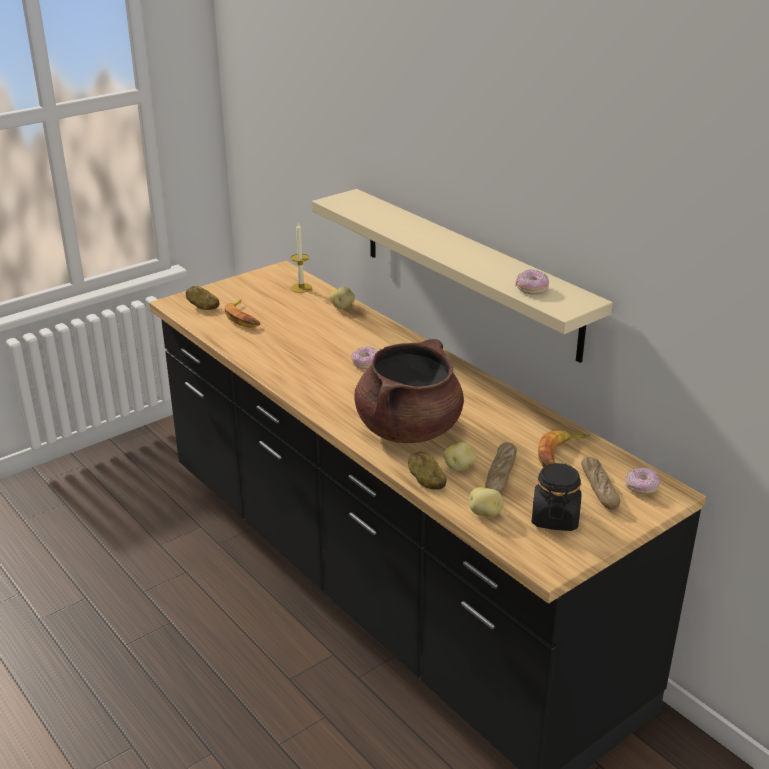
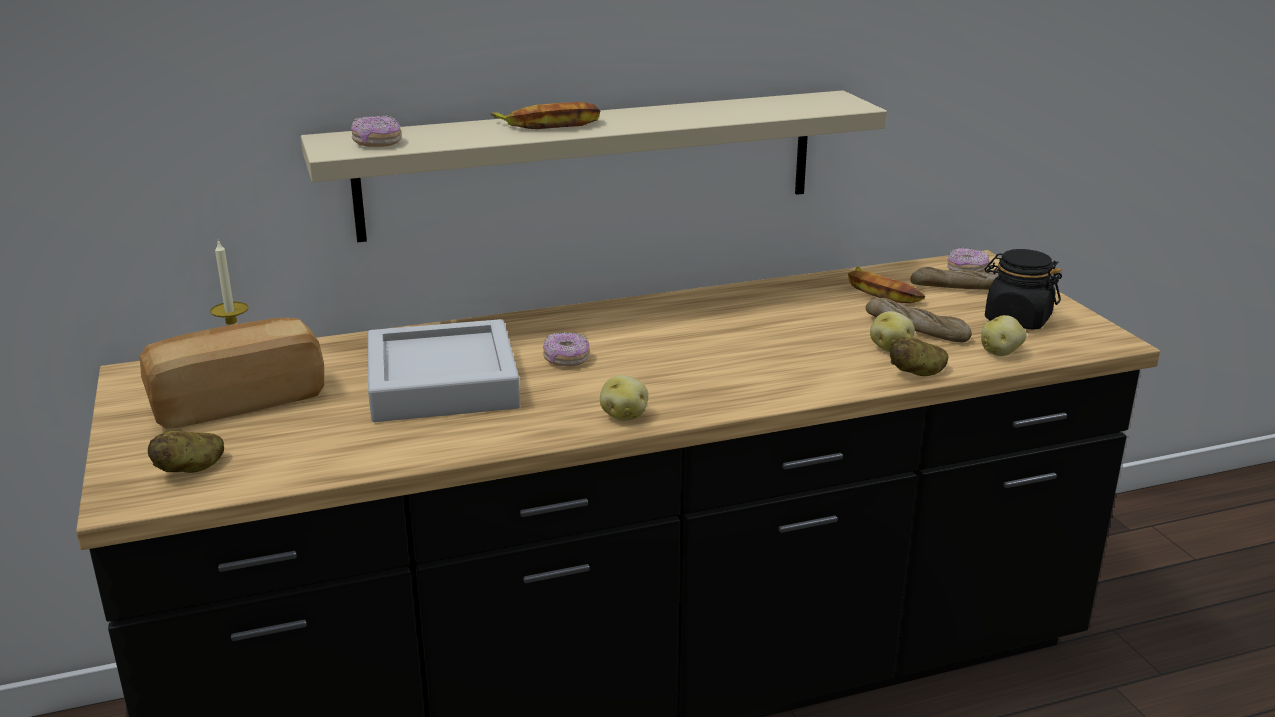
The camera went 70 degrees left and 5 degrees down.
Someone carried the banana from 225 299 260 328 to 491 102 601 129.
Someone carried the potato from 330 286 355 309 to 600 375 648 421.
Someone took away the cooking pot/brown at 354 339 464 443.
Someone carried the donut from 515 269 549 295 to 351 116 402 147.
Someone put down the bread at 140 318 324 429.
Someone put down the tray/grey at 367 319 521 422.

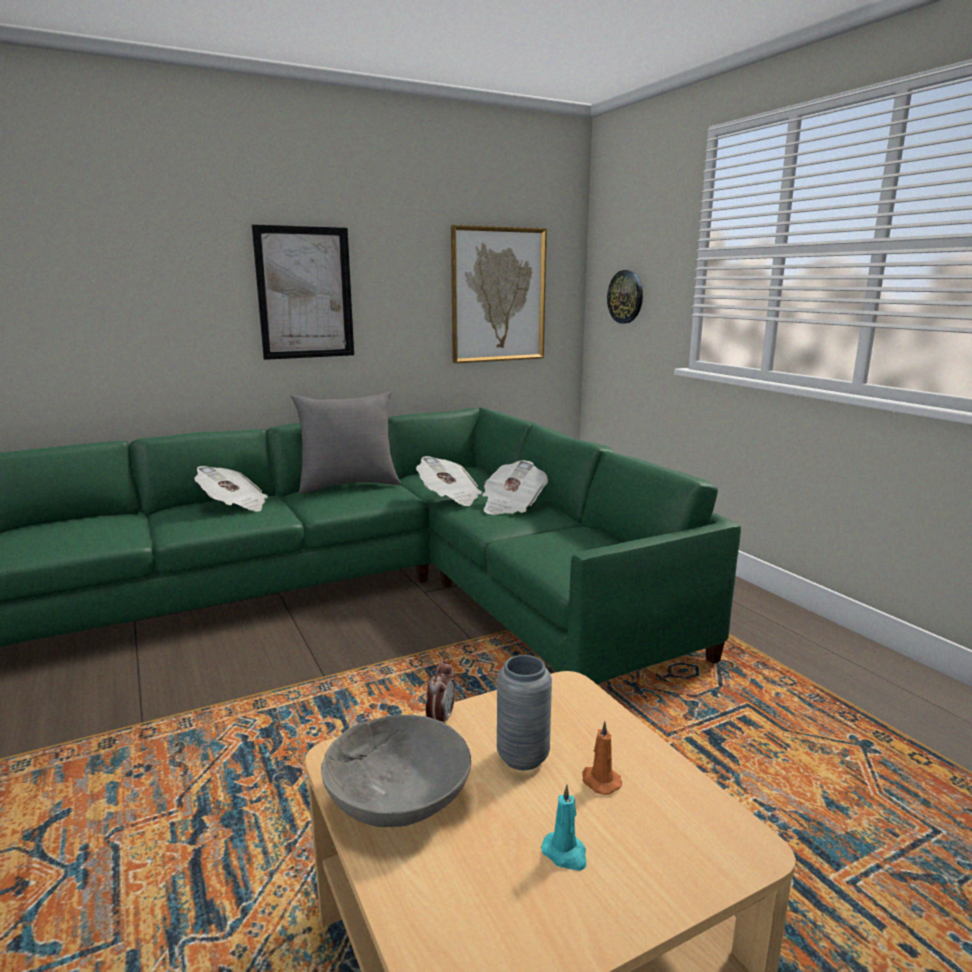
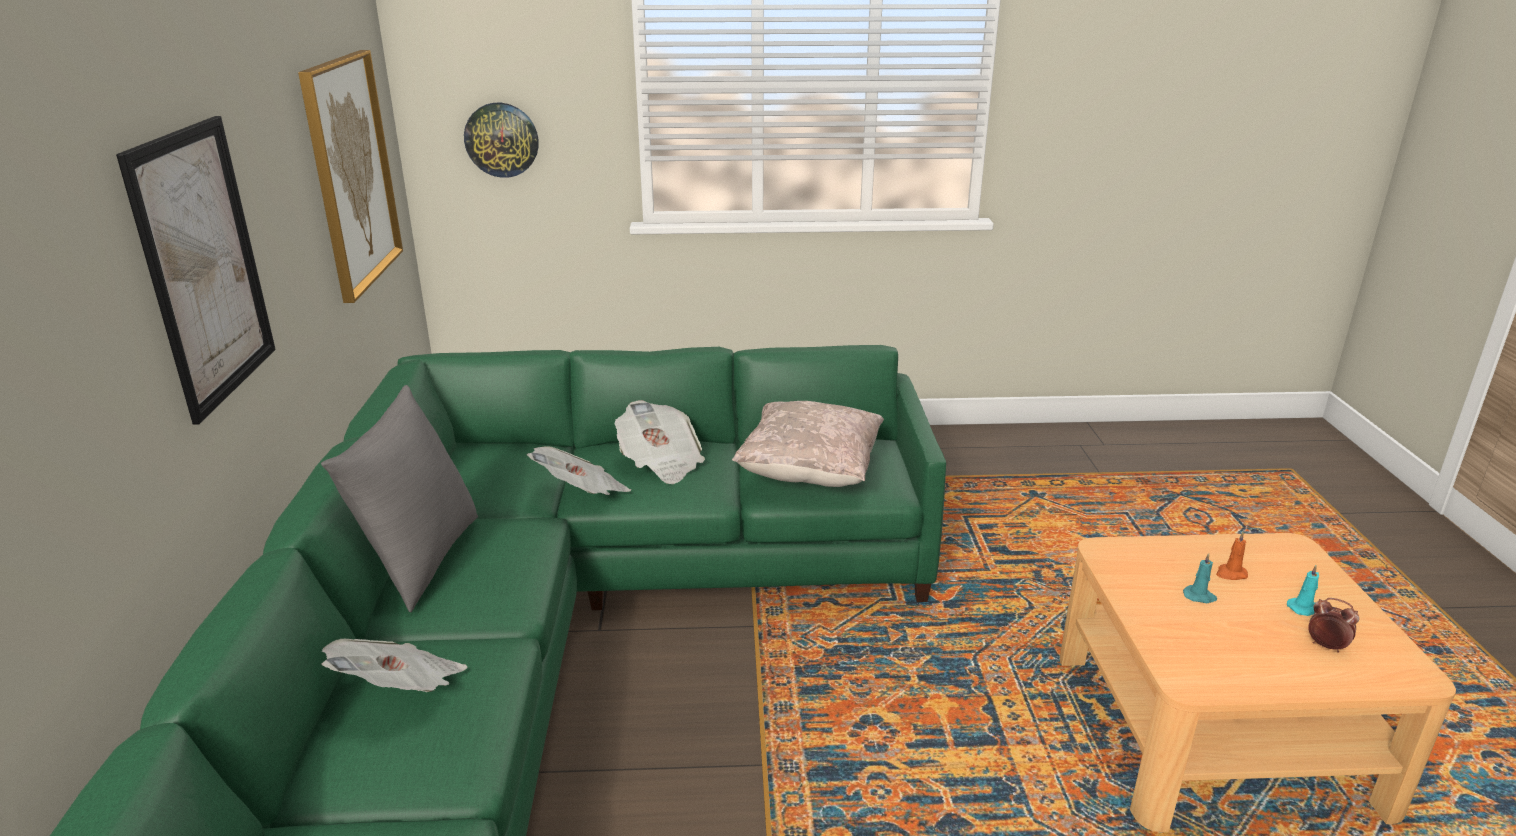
The camera went 65 degrees left and 10 degrees up.
Someone took away the bowl/grey at 321 714 471 827.
Someone carried the alarm clock from 425 660 456 723 to 1308 598 1359 653.
Someone swapped the vase/grey at 497 655 552 770 for the candle/turquoise at 1183 553 1217 603.
Someone put down the pillow/beige at 732 401 884 487.

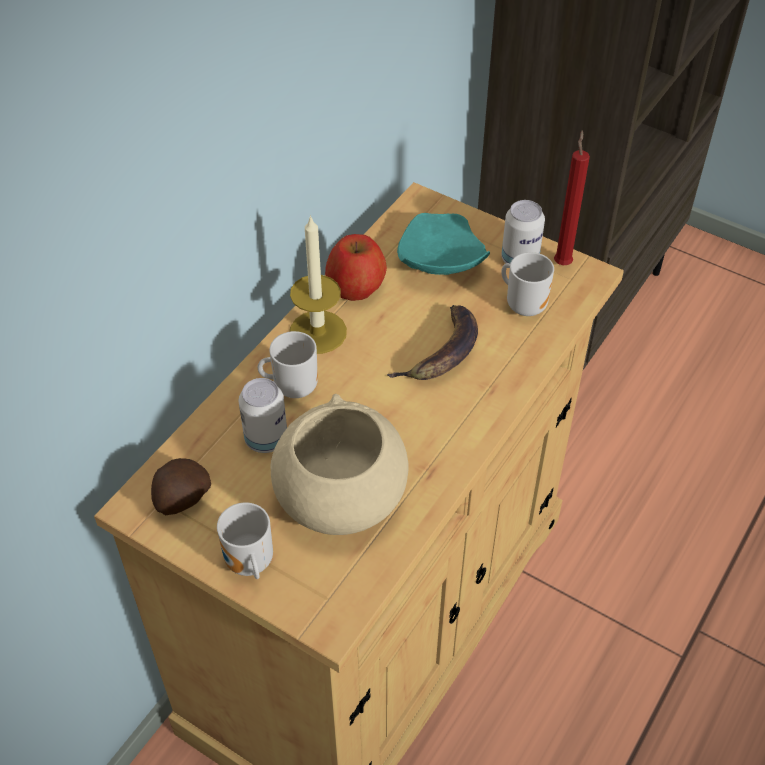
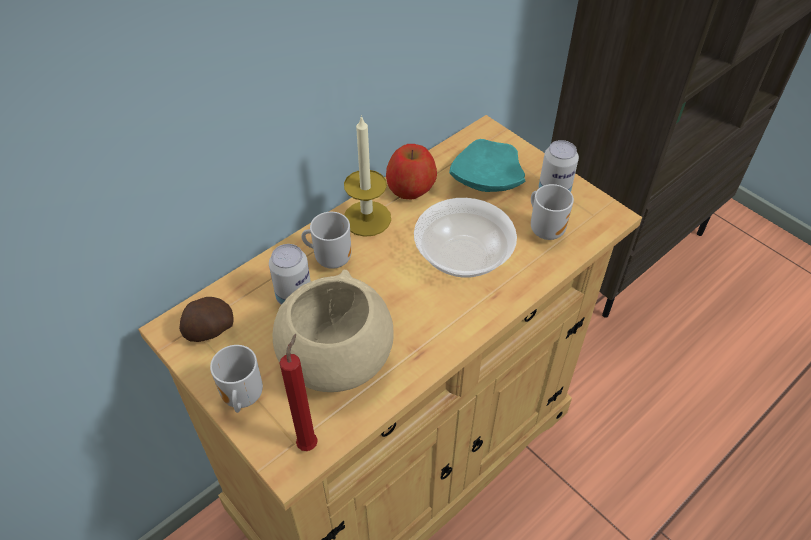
The camera went 15 degrees right and 0 degrees up.
Someone swapped the banana at 387 305 478 380 for the bowl at 414 198 517 278.
Someone carried the candle/red from 554 131 590 265 to 280 334 318 451.

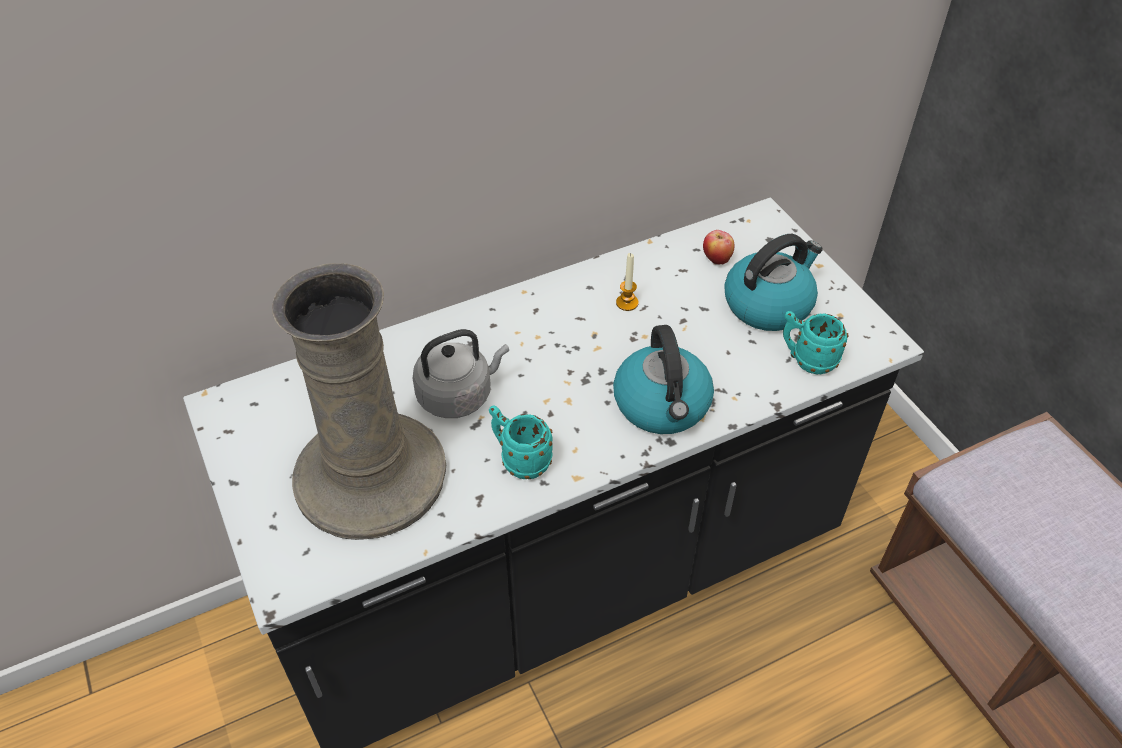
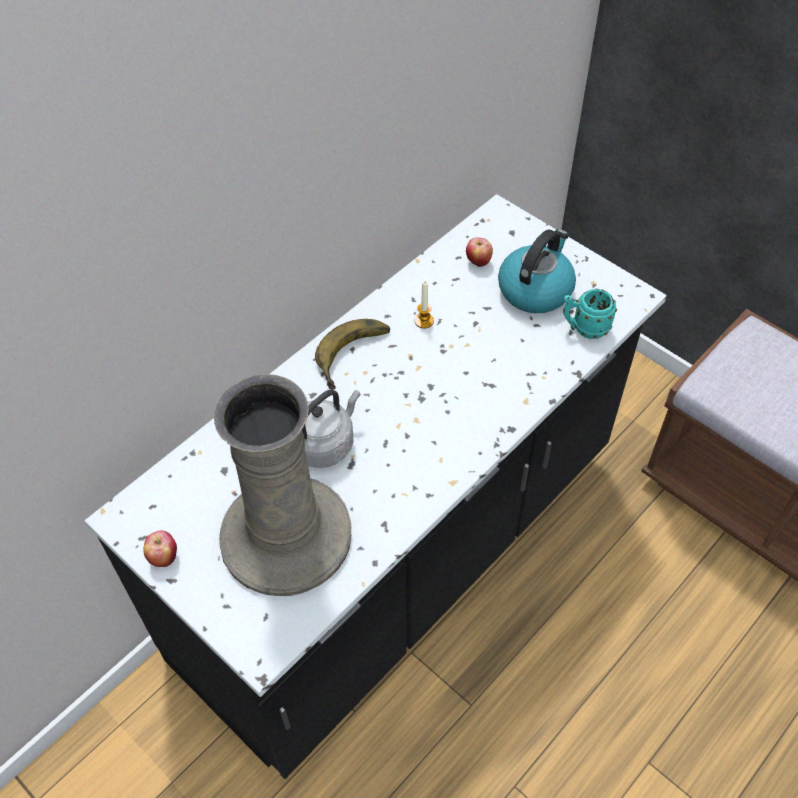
The camera went 20 degrees left and 5 degrees up.
Someone took away the mug/turquoise at 489 405 553 479.
Someone took away the kettle at 613 325 714 434.
Someone put down the apple at 143 531 177 567.
Someone put down the banana at 315 319 390 390.

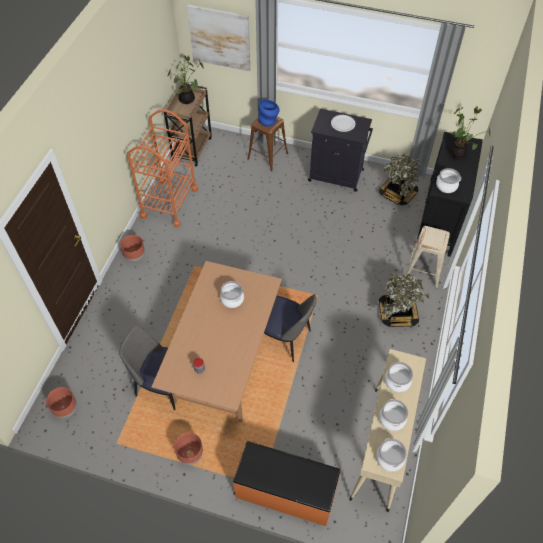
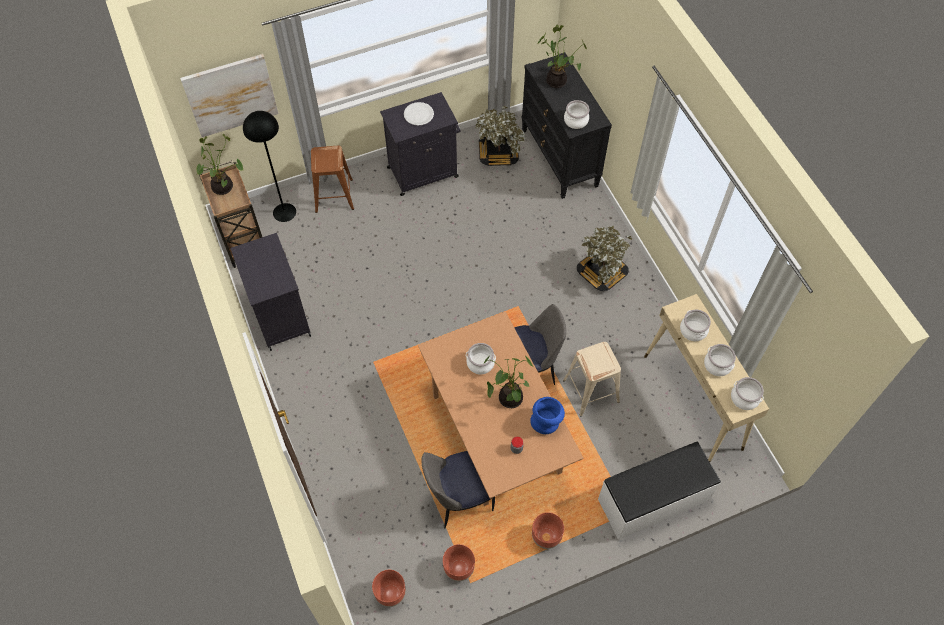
The camera went 40 degrees left and 5 degrees up.
Someone carried the planter/brown from 120 235 145 262 to 443 544 475 581.
Someone swapped the cart/orange at 127 109 198 228 for the cabinet/black at 230 233 311 351.
Someone repainted the bench/orange at 233 441 341 526, which became the bench/white at 598 442 721 540.
Someone carried the vase/blue from 258 99 279 127 to 530 397 565 434.
Someone carried the stool/beige from 406 226 450 288 to 563 342 621 416.
Someone put down the floor lamp/black at 243 111 296 222.
Someone put down the potted plant at 483 356 533 408.

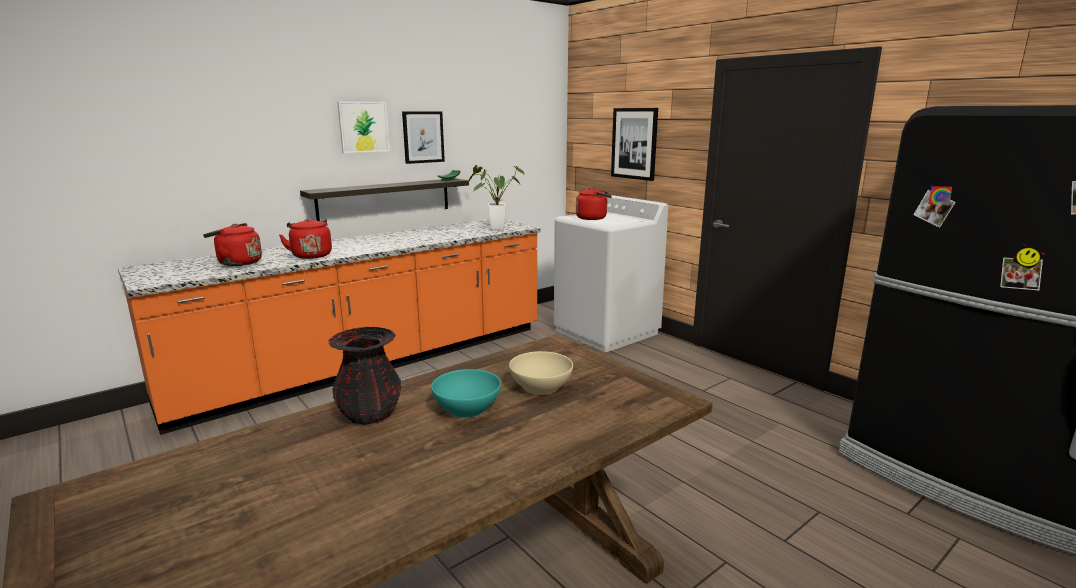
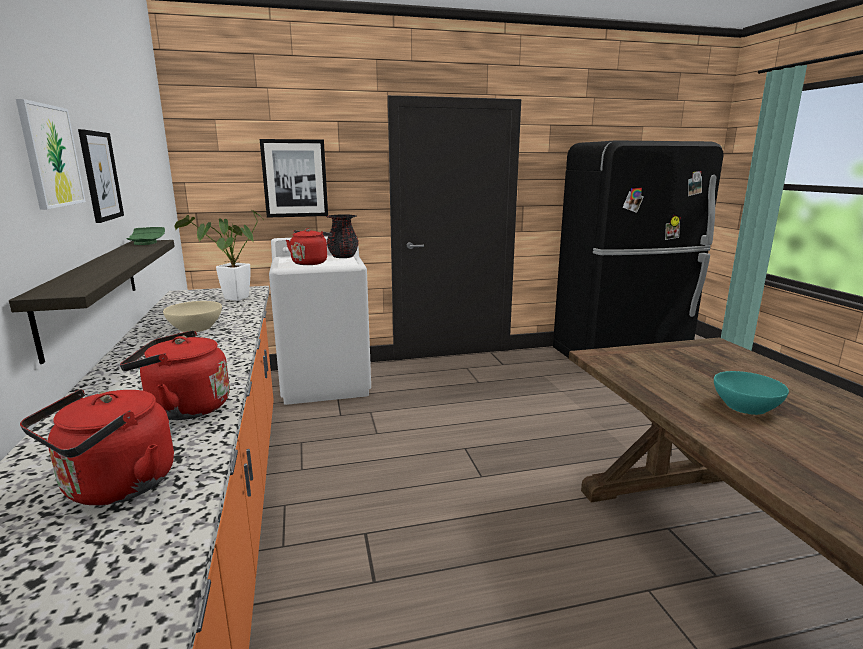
The camera went 65 degrees left and 0 degrees up.
Someone carried the vase/black from 328 327 401 425 to 326 214 359 258.
Someone carried the bowl/beige from 509 351 573 395 to 163 301 222 332.

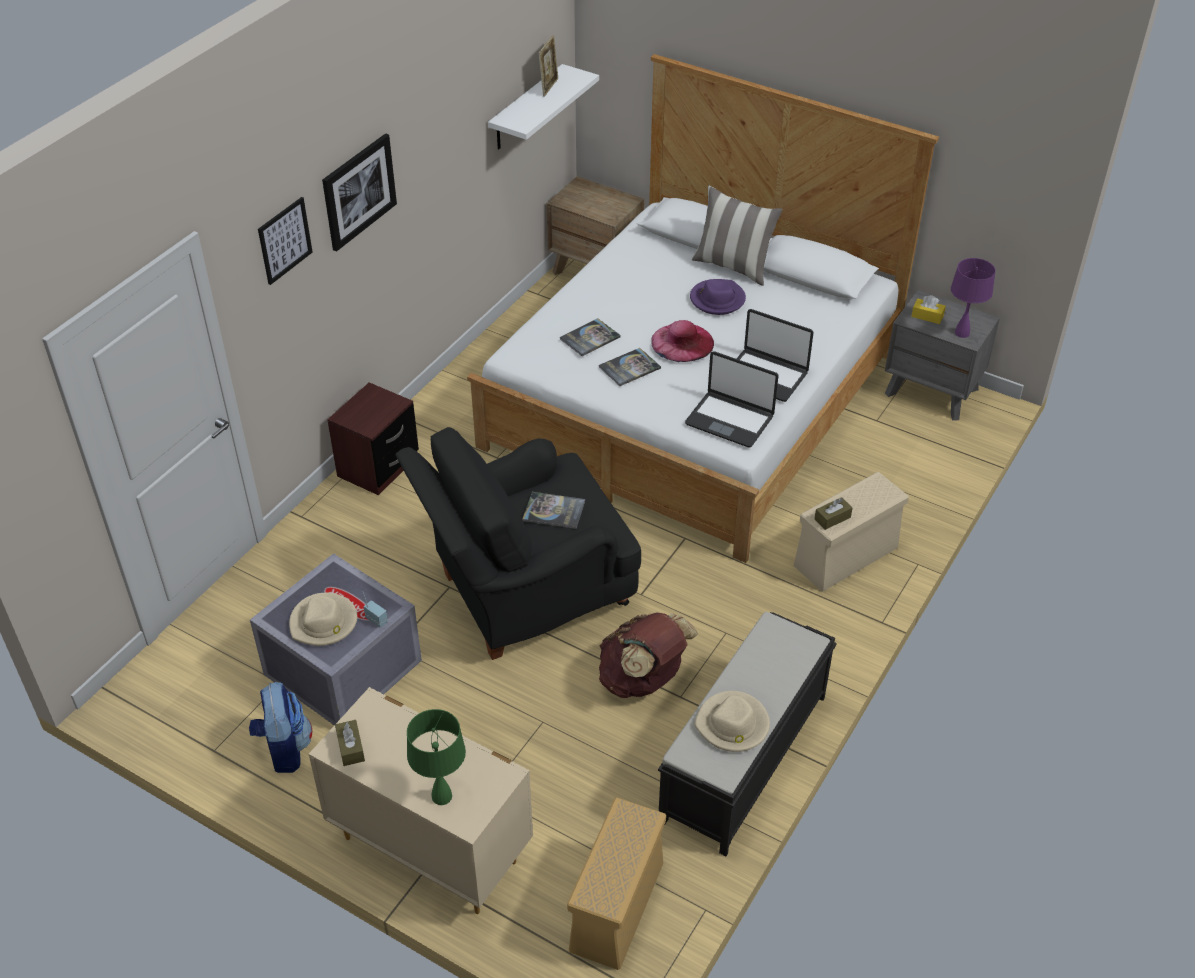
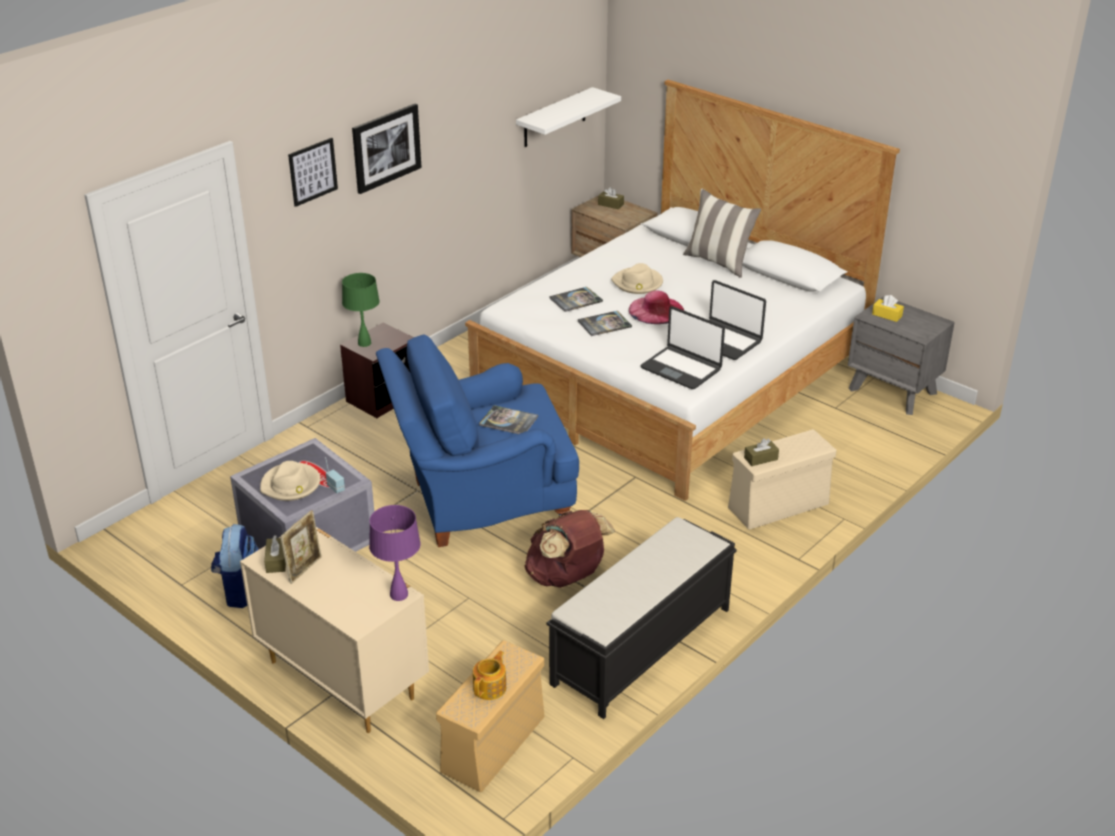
The camera went 10 degrees right and 10 degrees down.
Someone repainted the armchair/black at 395 427 641 660, which became the armchair/blue at 376 335 579 547.
Someone carried the table lamp/green from 407 709 466 805 to 342 273 380 347.
Someone carried the picture frame from 538 35 559 97 to 280 510 322 584.
Someone took away the hat/purple at 690 279 746 315.
Someone carried the hat/beige from 694 691 770 752 to 611 263 663 294.
Someone carried the table lamp/purple from 951 258 996 338 to 369 505 421 601.
Someone put down the teapot at 473 651 506 700.
Someone put down the tissue box/brown at 598 187 624 209.

